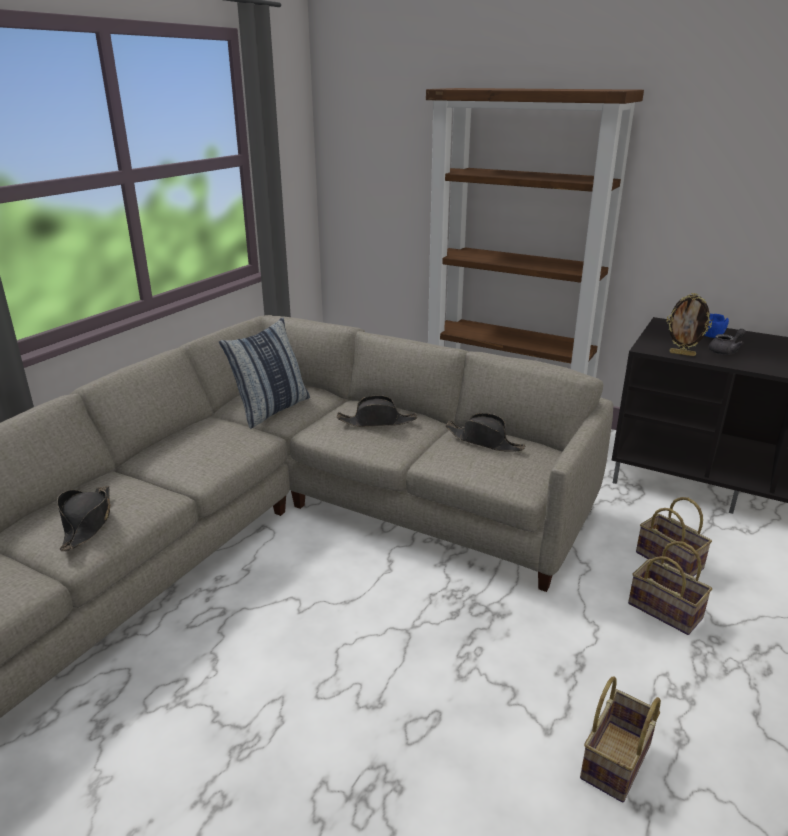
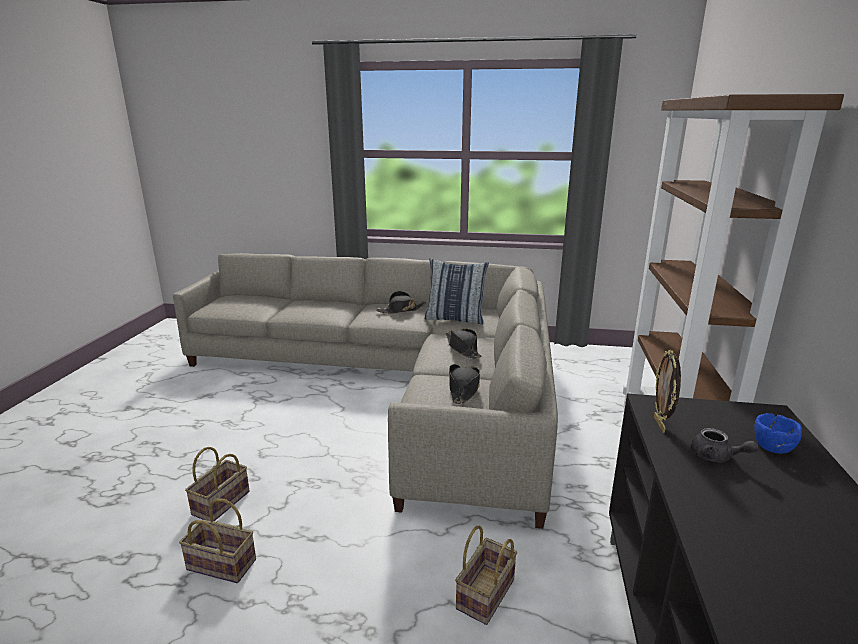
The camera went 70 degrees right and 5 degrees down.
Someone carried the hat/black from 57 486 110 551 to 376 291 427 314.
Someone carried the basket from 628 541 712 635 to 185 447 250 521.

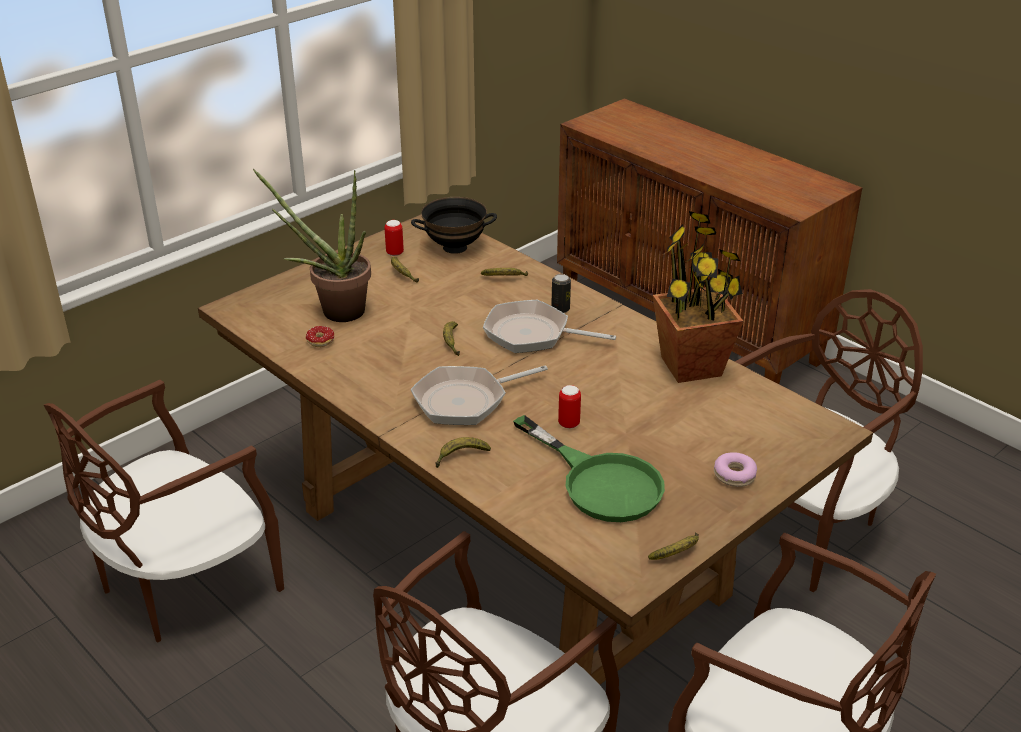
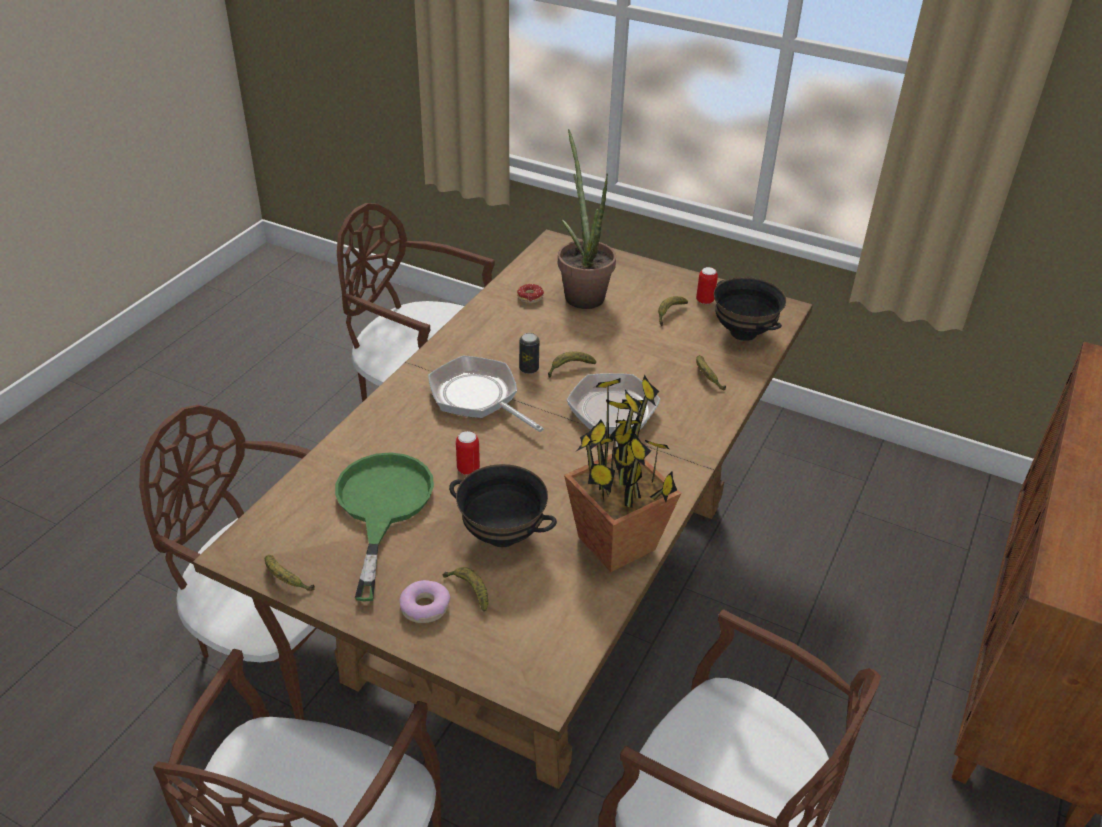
The camera went 70 degrees right and 5 degrees up.
Someone carried the banana from 436 437 491 468 to 443 567 488 612.
Someone rotated the frying pan/green at 513 415 665 522 by 150 degrees clockwise.
Someone carried the can from 551 274 571 313 to 519 333 539 374.
Someone put down the bowl/black at 449 464 557 547.

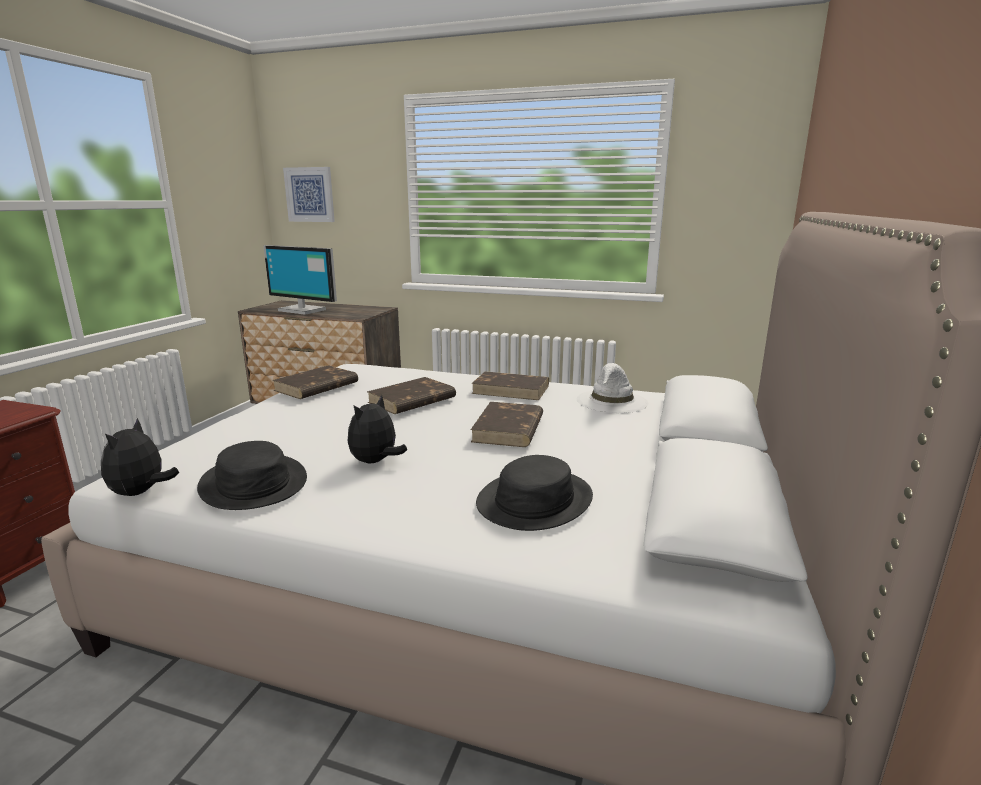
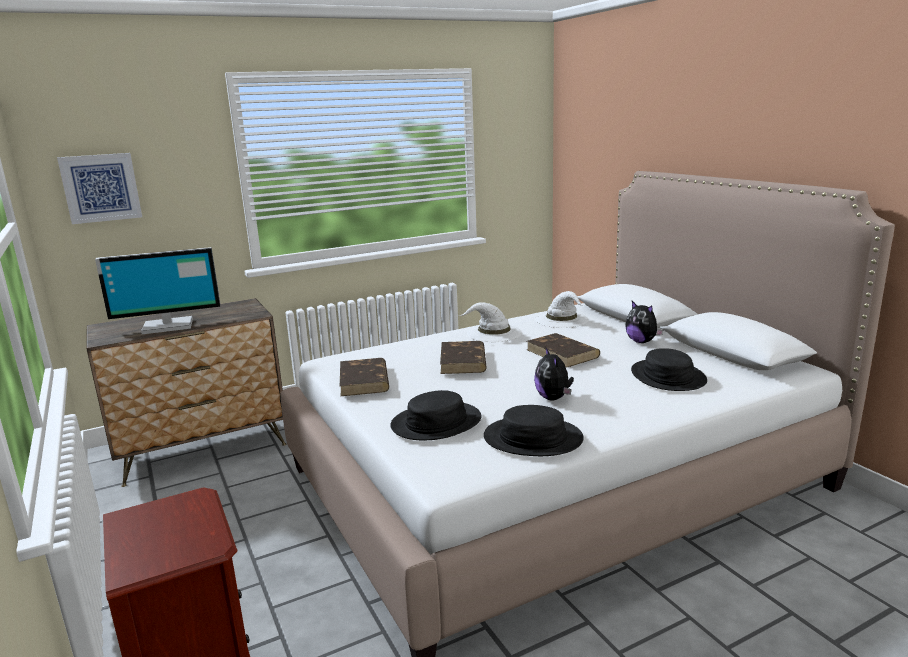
The camera went 45 degrees left and 0 degrees up.
Someone carried the plush toy from 101 418 179 496 to 626 301 663 343.
Someone swapped the book/brown at 471 371 549 400 for the hat/white at 459 302 522 342.
Someone put down the hat/black at 390 390 481 440.

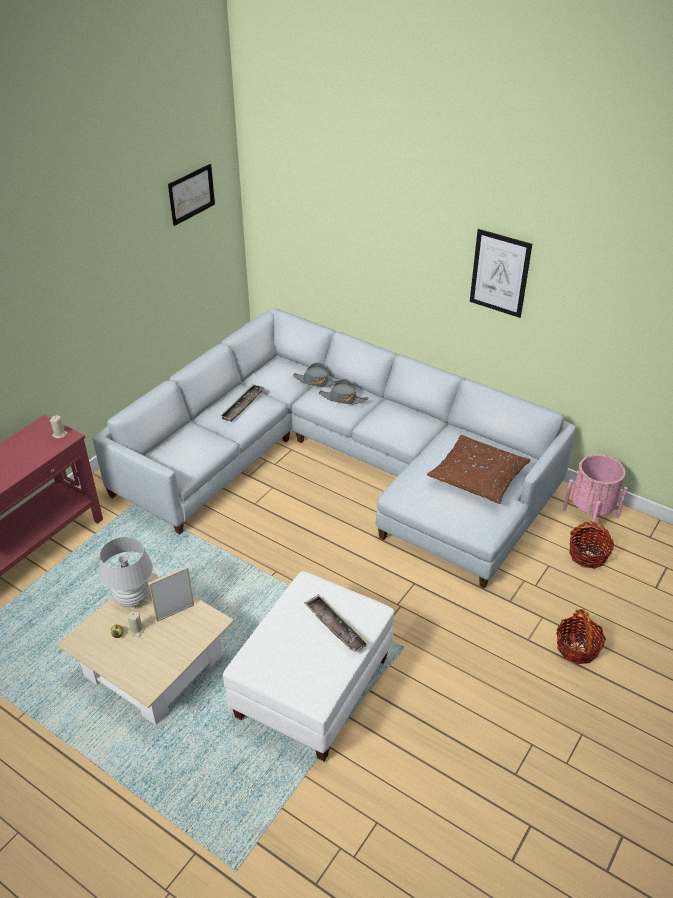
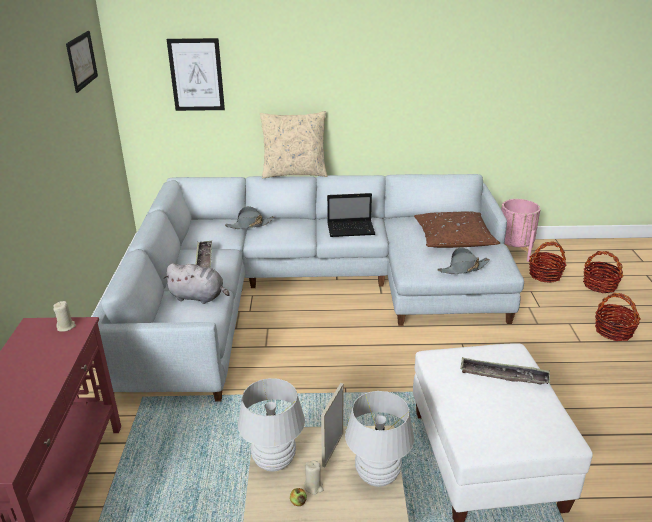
The camera went 35 degrees left and 10 degrees down.
Someone carried the hat/grey from 319 379 369 404 to 437 247 490 274.
Someone carried the picture from 470 229 532 318 to 167 38 225 111.
Someone put down the plush toy/grey at 163 263 230 304.
Someone put down the pillow/beige at 260 111 328 178.
Someone put down the laptop at 327 193 375 237.
Someone put down the table lamp/white at 345 391 414 487.
Someone put down the basket at 583 251 624 293.

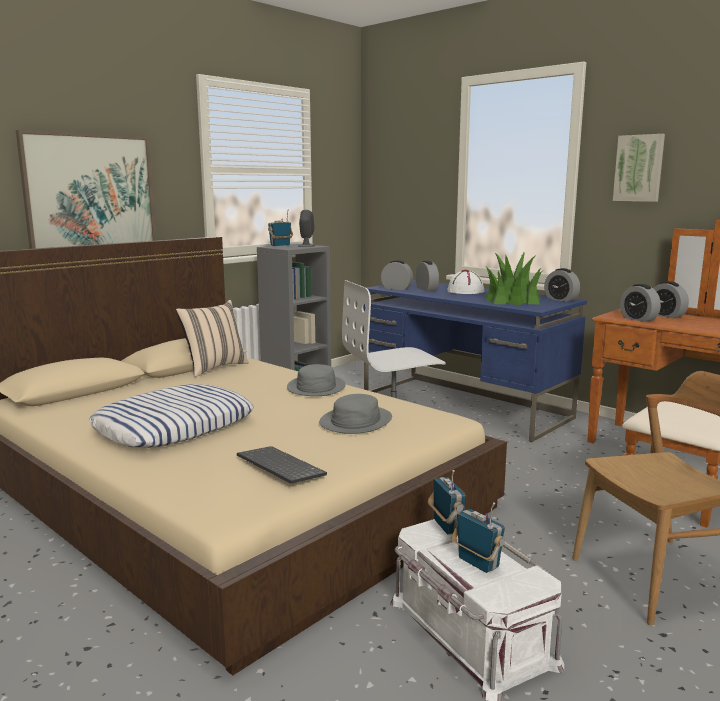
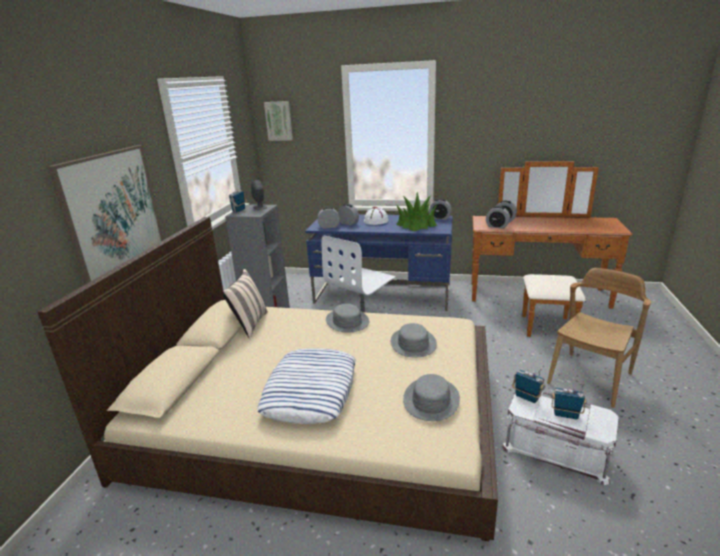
The camera went 30 degrees left and 10 degrees up.
Someone swapped the keyboard at 237 446 327 484 for the hat/grey at 403 374 460 421.
Someone carried the picture from 613 134 665 202 to 264 101 293 141.

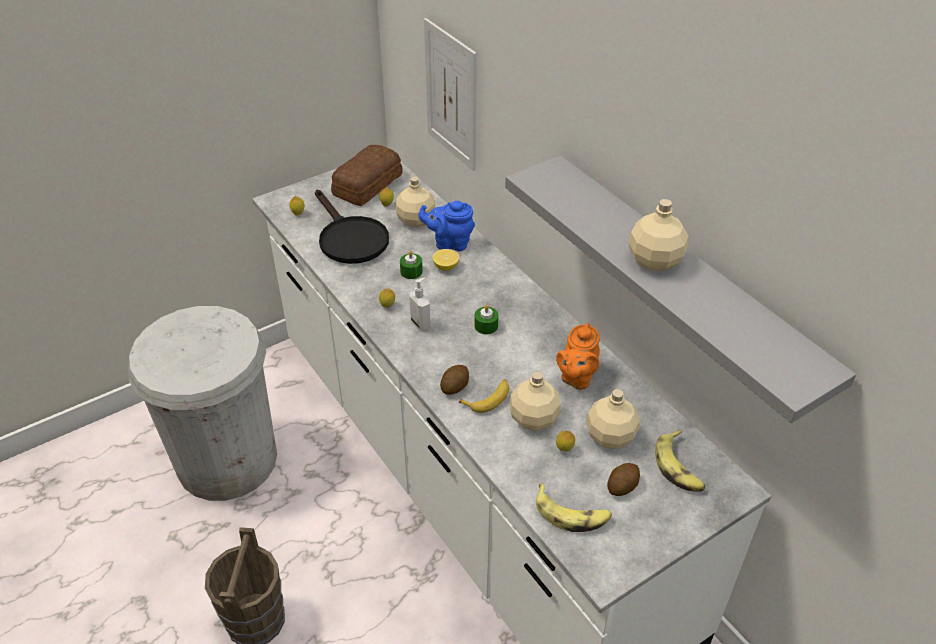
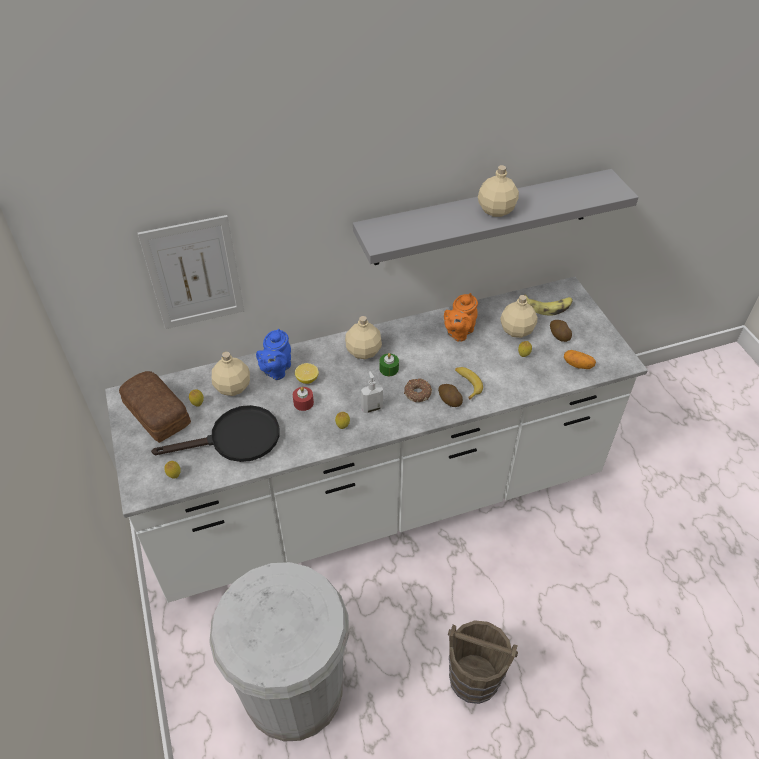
The camera went 75 degrees left and 5 degrees up.
Someone repainted the candle/green at 400 251 423 279, which became the candle/red at 293 387 314 411.
Someone carried the bottle/beige from 509 372 561 431 to 345 316 382 359.
Someone swapped the banana at 536 483 612 532 for the potato at 564 350 596 369.
Someone rotated the teapot/orange at 556 323 600 390 by 90 degrees clockwise.
Someone put down the donut at 404 379 432 402.

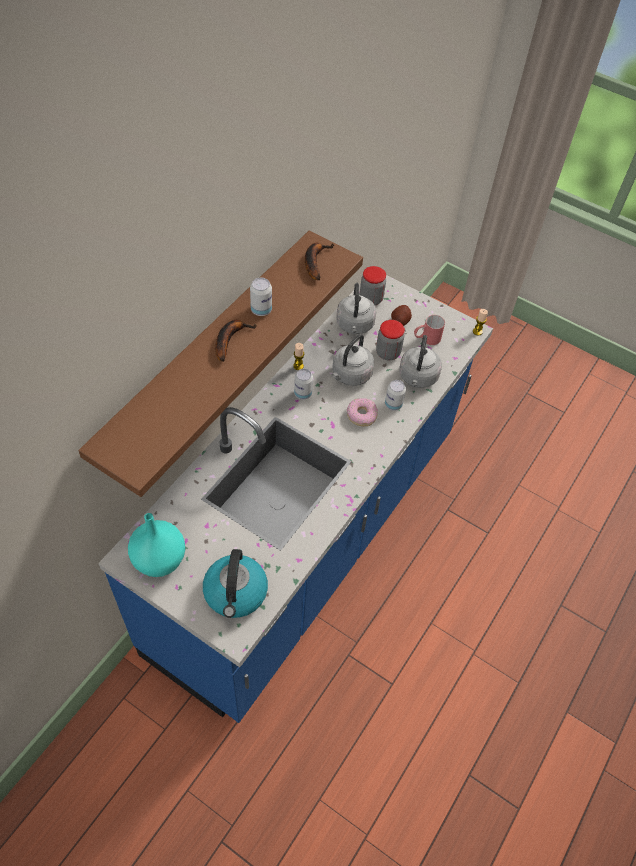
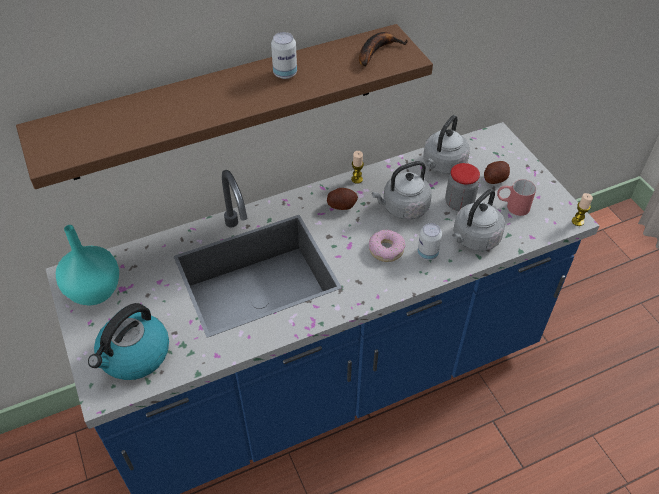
The camera went 35 degrees right and 5 degrees down.
Someone took away the banana at 215 320 257 362.
Someone swapped the can at 294 369 313 400 for the potato at 327 188 358 210.
Someone took away the jar at 360 266 386 305.

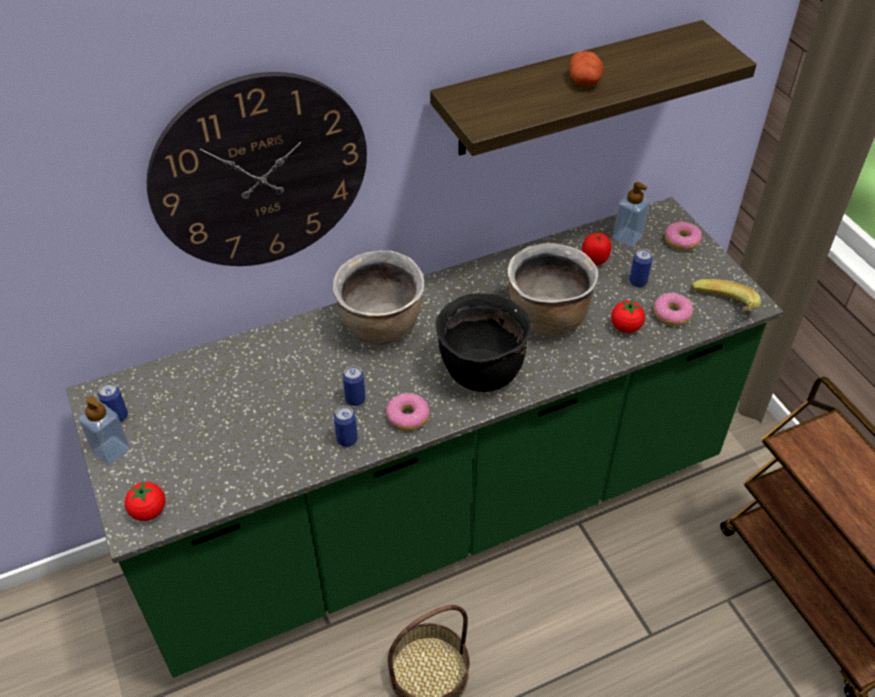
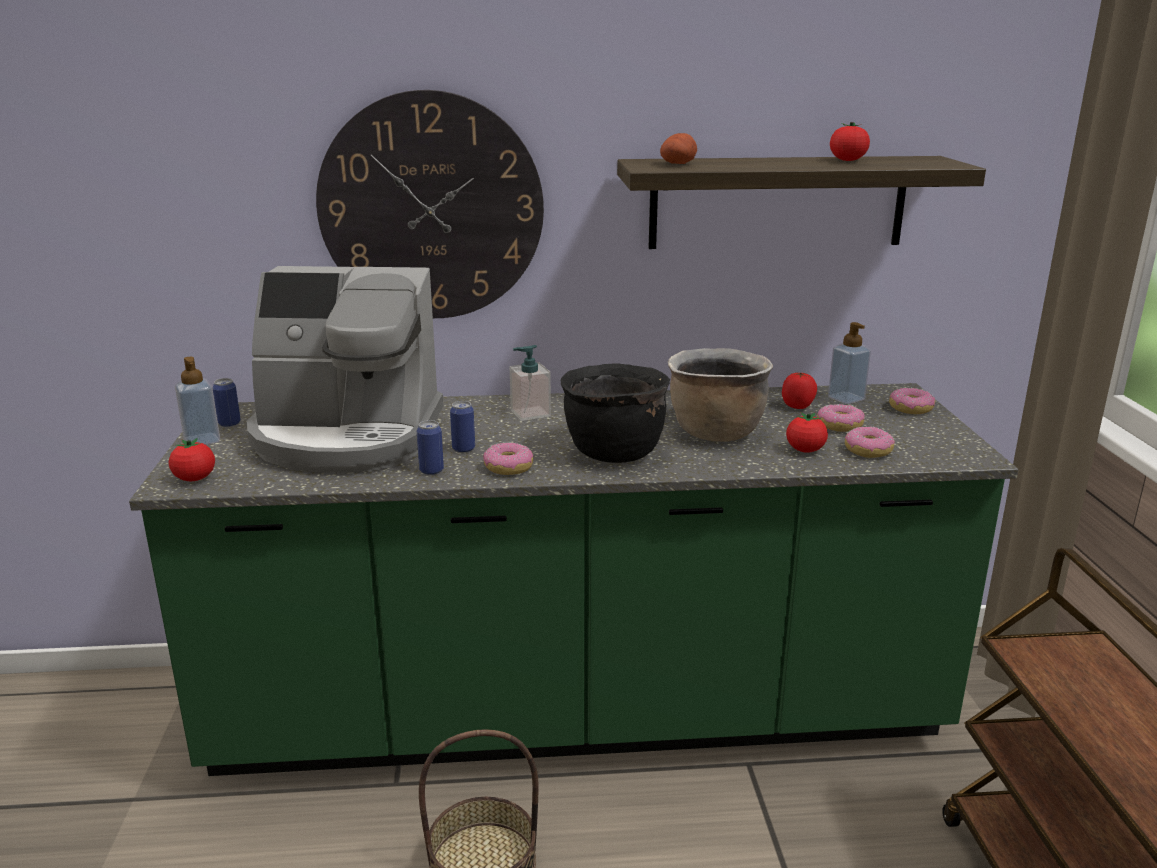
The camera went 20 degrees right and 25 degrees down.
Someone swapped the cooking pot/brown at 333 250 424 345 for the soap dispenser at 510 345 551 421.
Someone carried the potato from 569 51 604 86 to 660 133 697 164.
Someone swapped the can at 629 249 653 287 for the donut at 817 404 865 432.
Someone took away the banana at 691 279 761 312.
Someone put down the coffee machine at 247 266 443 473.
Someone put down the tomato at 830 122 870 161.

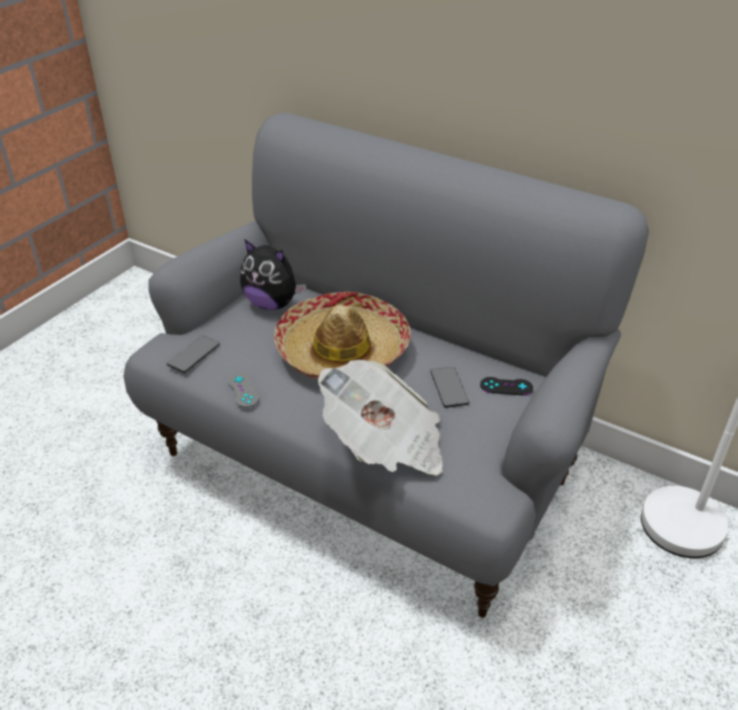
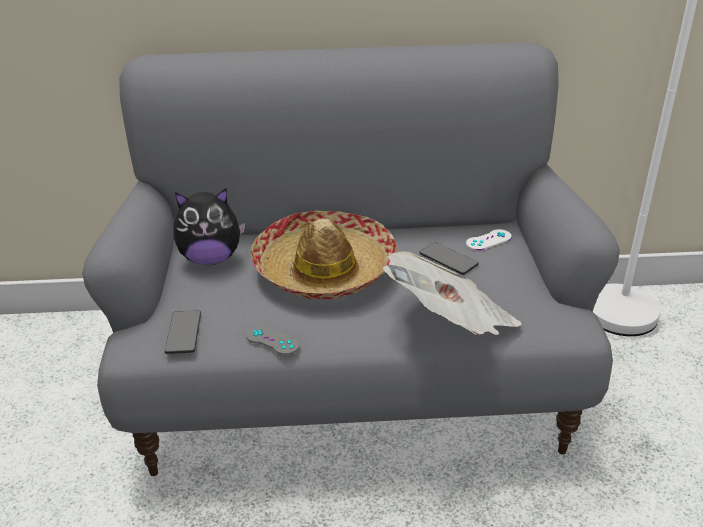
The camera went 35 degrees left and 5 degrees down.
Someone repainted the game controller/black at 480 377 533 395, which became the game controller/white at 466 229 512 250.

